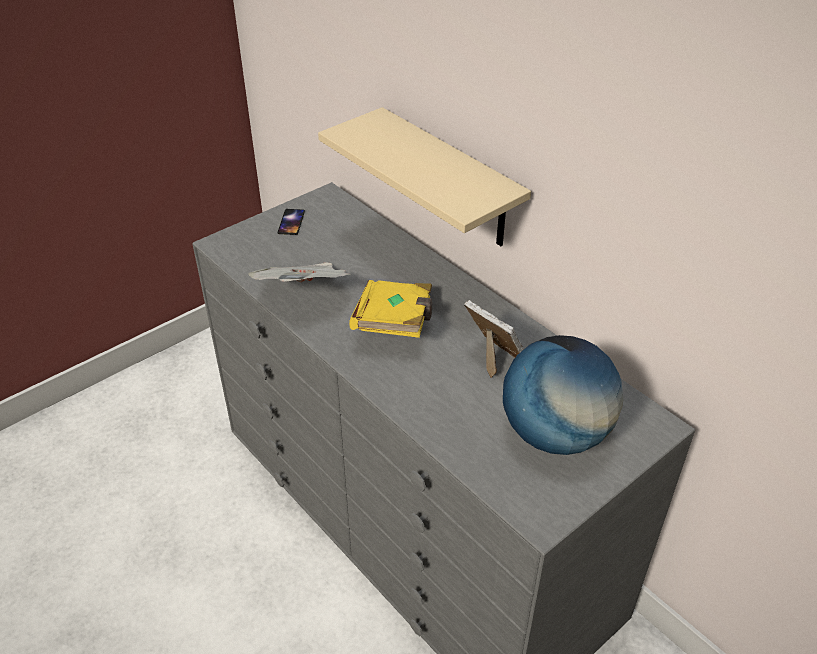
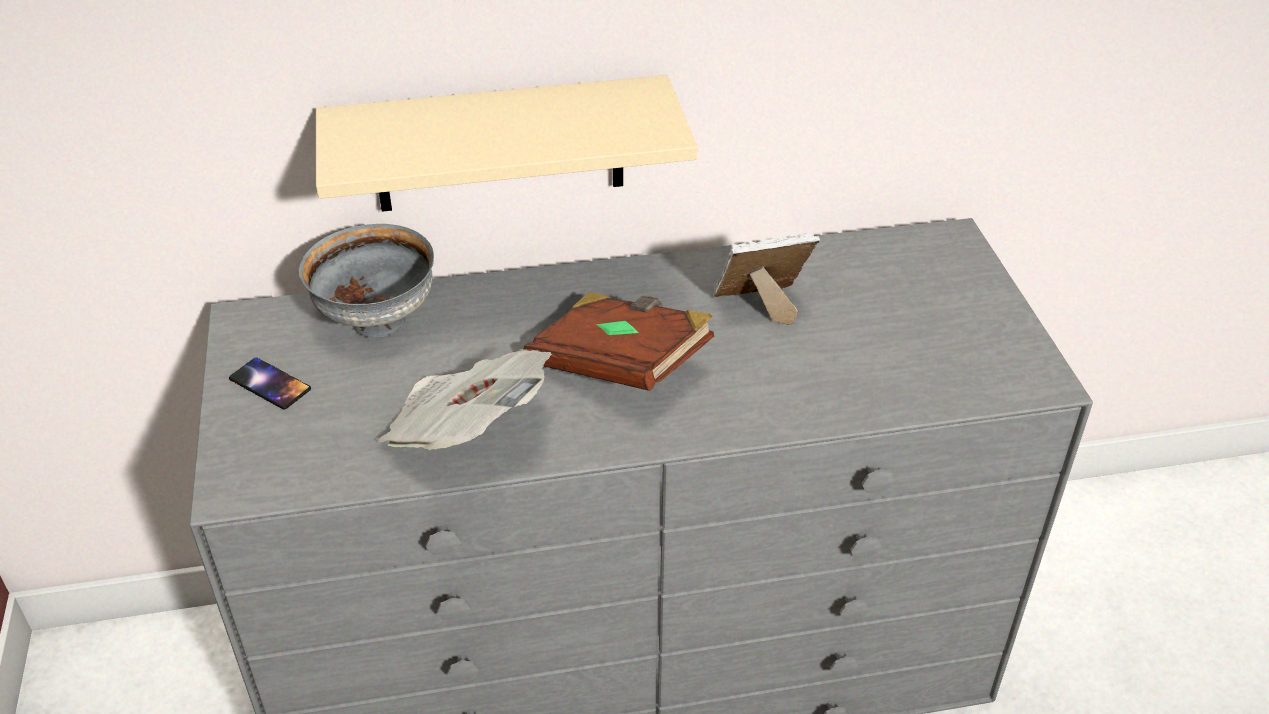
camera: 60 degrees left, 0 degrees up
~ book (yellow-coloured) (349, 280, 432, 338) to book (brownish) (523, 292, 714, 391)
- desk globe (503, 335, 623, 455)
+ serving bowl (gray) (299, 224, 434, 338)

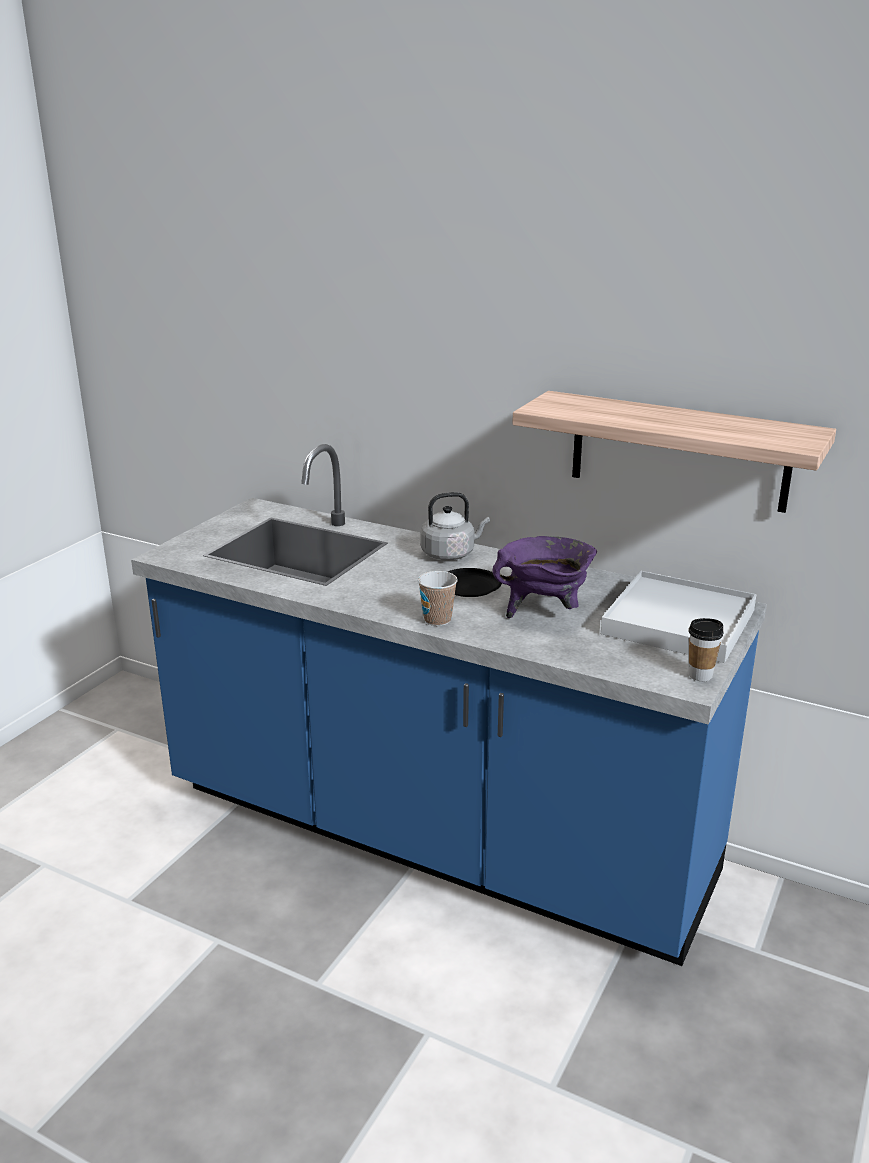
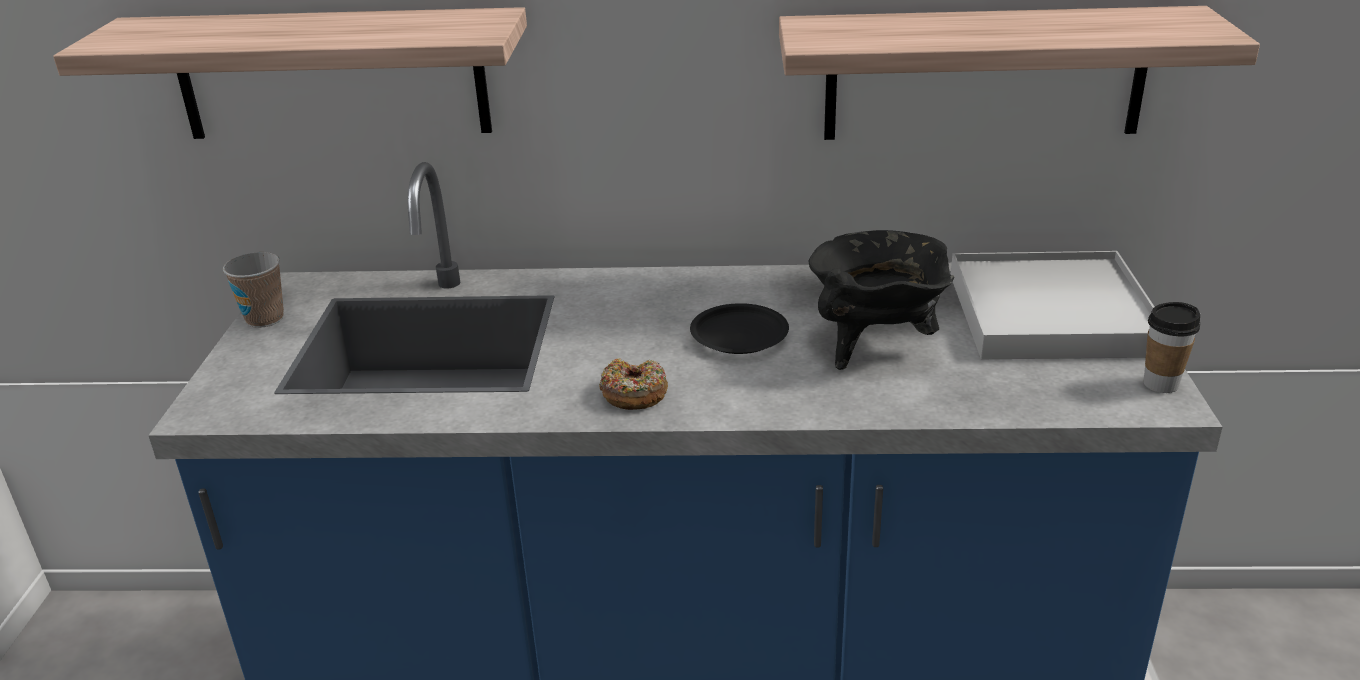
camera: 25 degrees left, 5 degrees up
~ small cup (418, 571, 458, 626) to (223, 252, 284, 328)
- water kettle (gray) (420, 492, 490, 560)
~ cooking pot (purple-coloured) (492, 536, 597, 618) to cooking pot (black) (808, 230, 955, 370)
+ wall shelf (53, 7, 527, 139)
+ doughnut (600, 358, 668, 410)

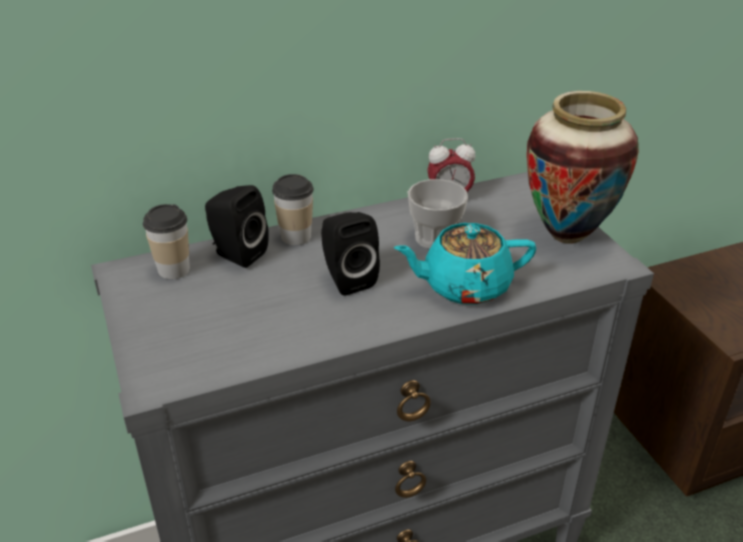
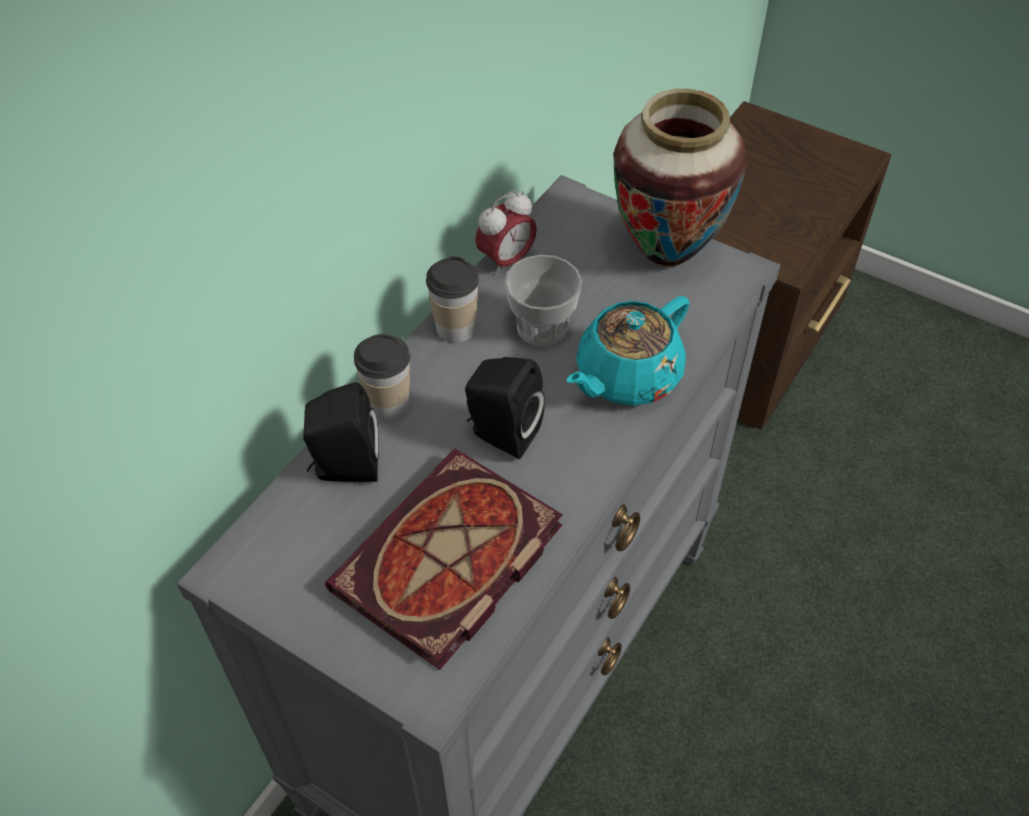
camera: 35 degrees left, 15 degrees up
~ small cup (143, 204, 190, 279) to (426, 256, 479, 343)
+ book (325, 449, 563, 670)

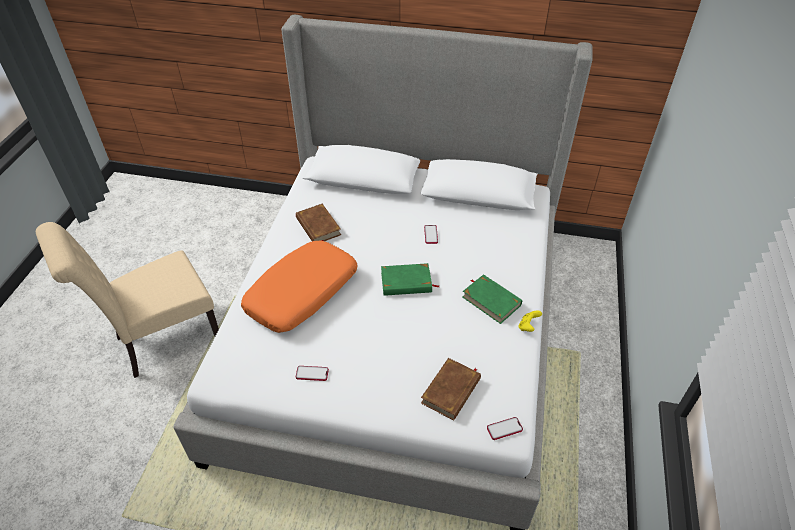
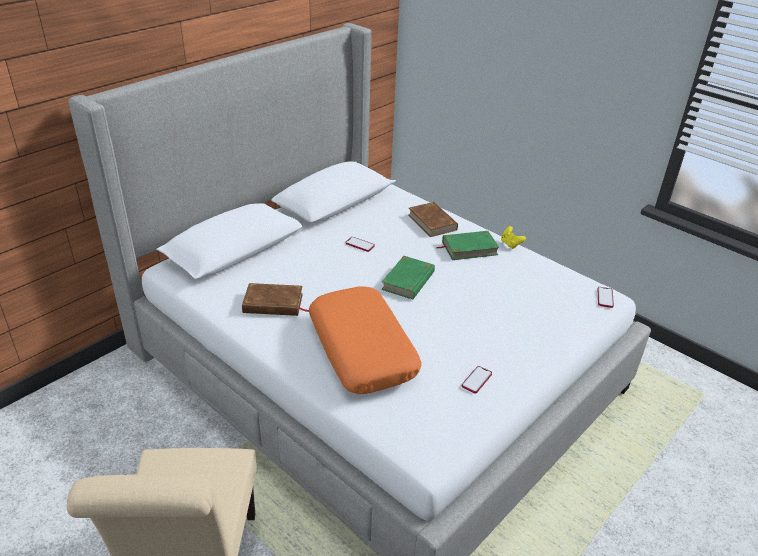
camera: 60 degrees left, 10 degrees down
~ book (brownish) (421, 358, 481, 421) to (408, 202, 458, 237)

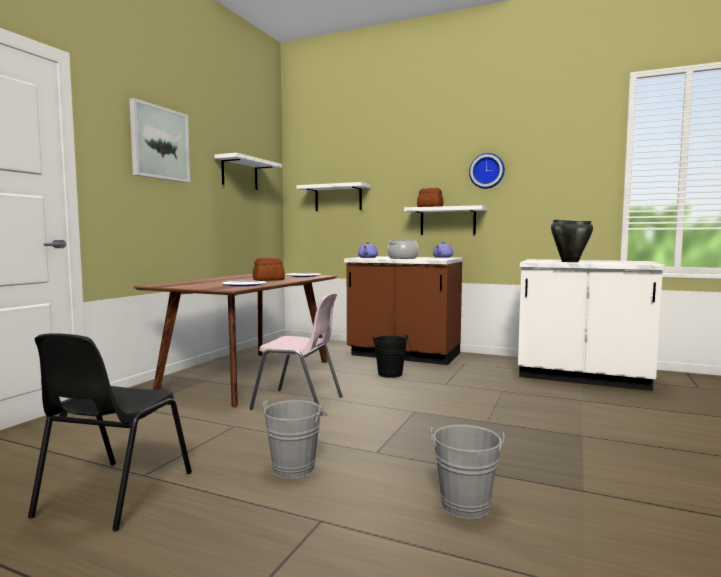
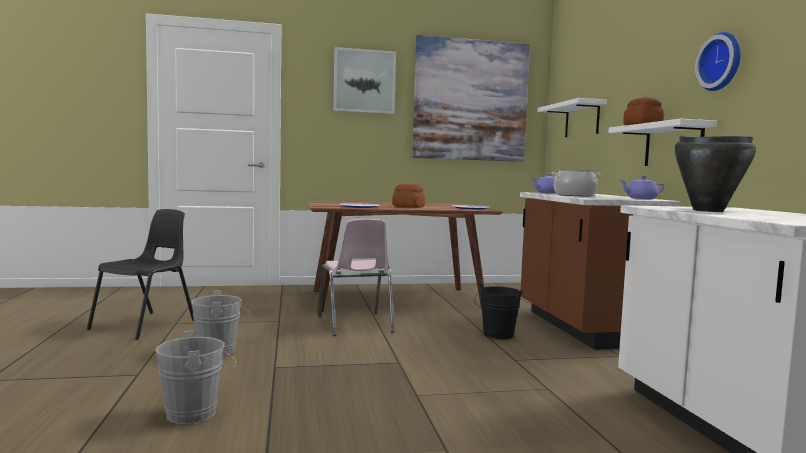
camera: 55 degrees right, 0 degrees up
~ upright chair (black) (28, 333, 192, 531) = (87, 209, 194, 339) 135 degrees clockwise
~ wall shelf (white-coloured) (214, 153, 282, 190) to wall art (412, 35, 530, 162)

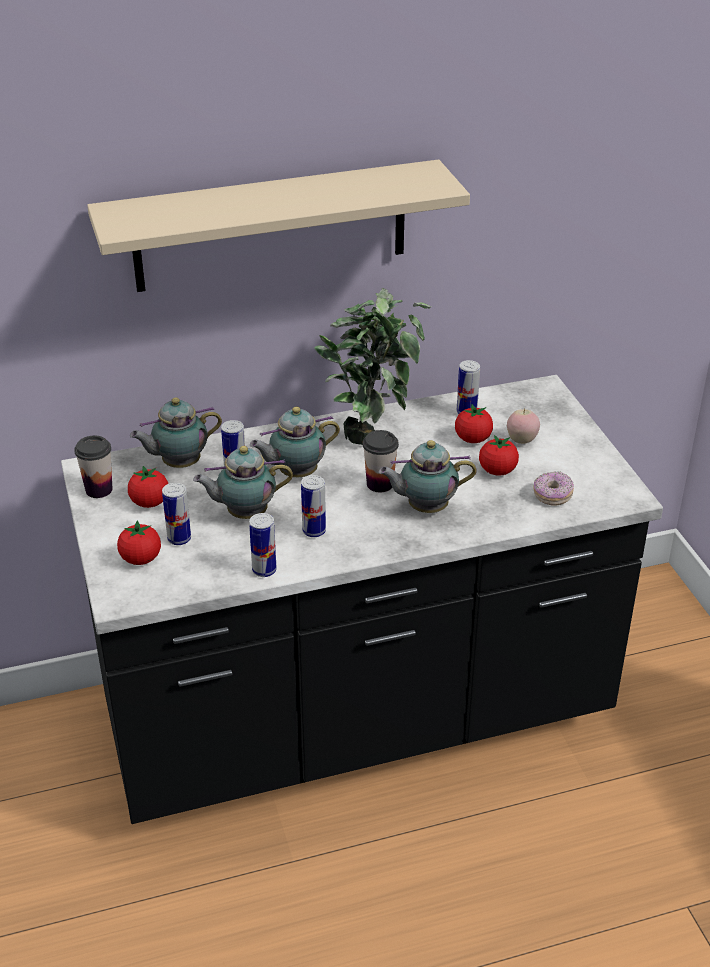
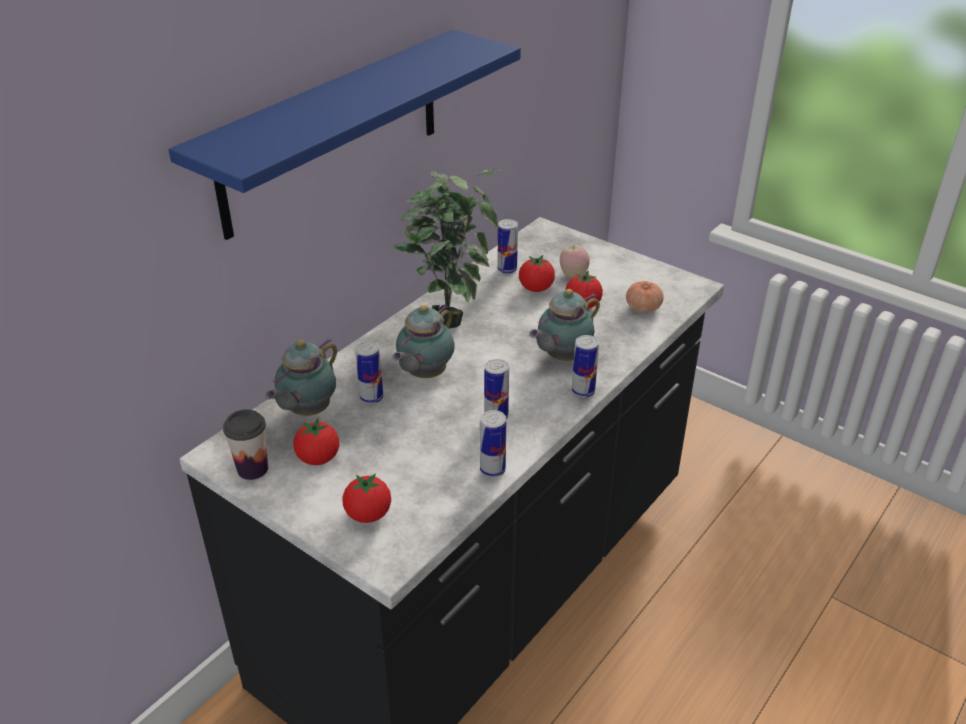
camera: 35 degrees left, 0 degrees up
~ wall shelf (beige-coloured) (87, 159, 470, 292) to wall shelf (blue-coloured) (169, 30, 521, 240)
~ sealed can (162, 483, 191, 545) to (572, 335, 599, 398)
- tea pot (193, 446, 293, 519)
- small cup (363, 430, 399, 492)
~ doughnut (533, 471, 574, 506) to fresh tomato (626, 281, 664, 313)

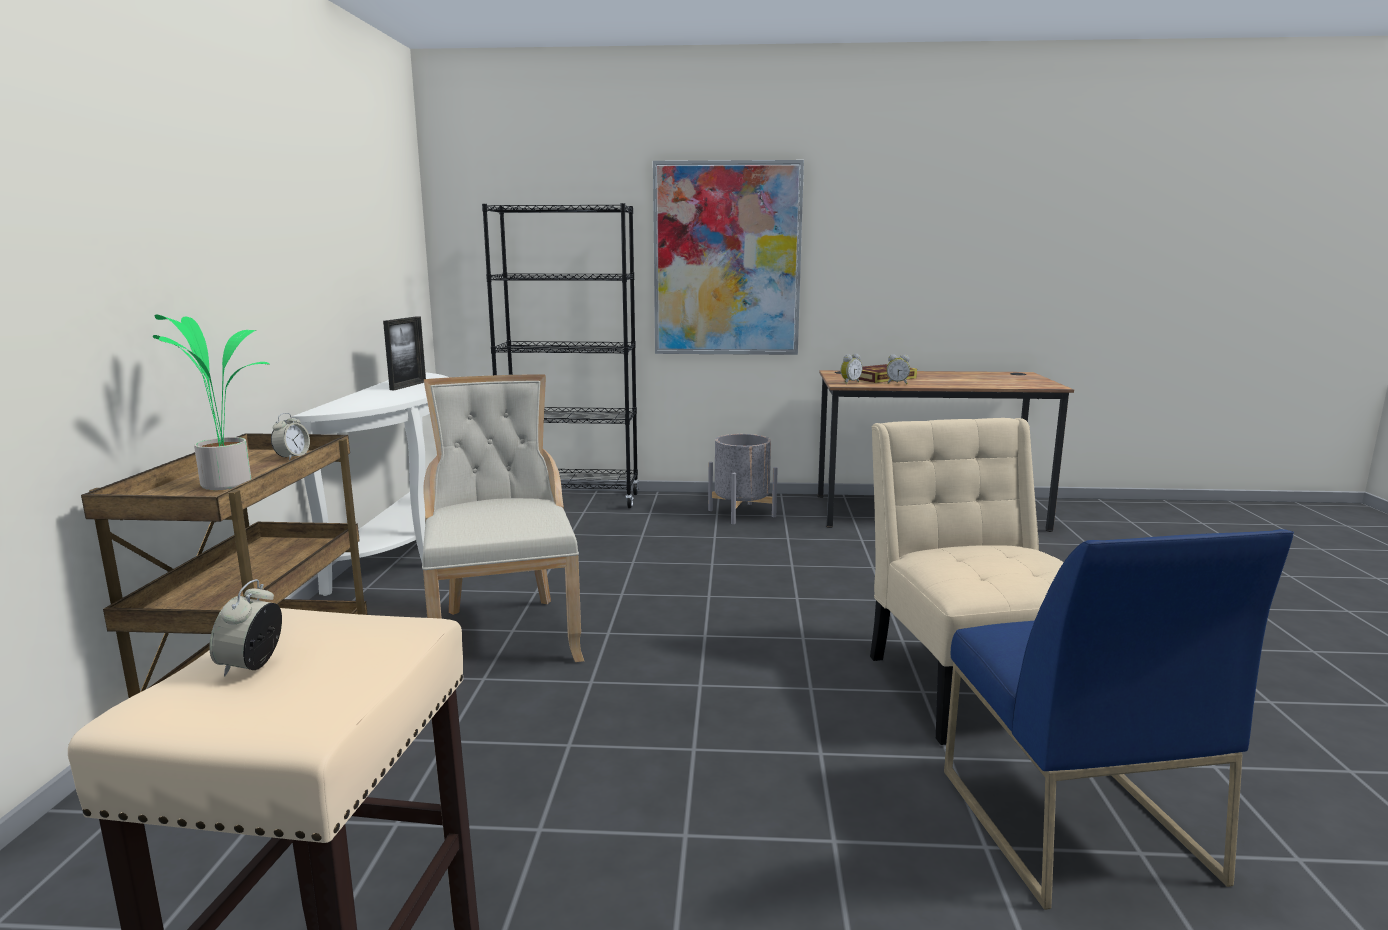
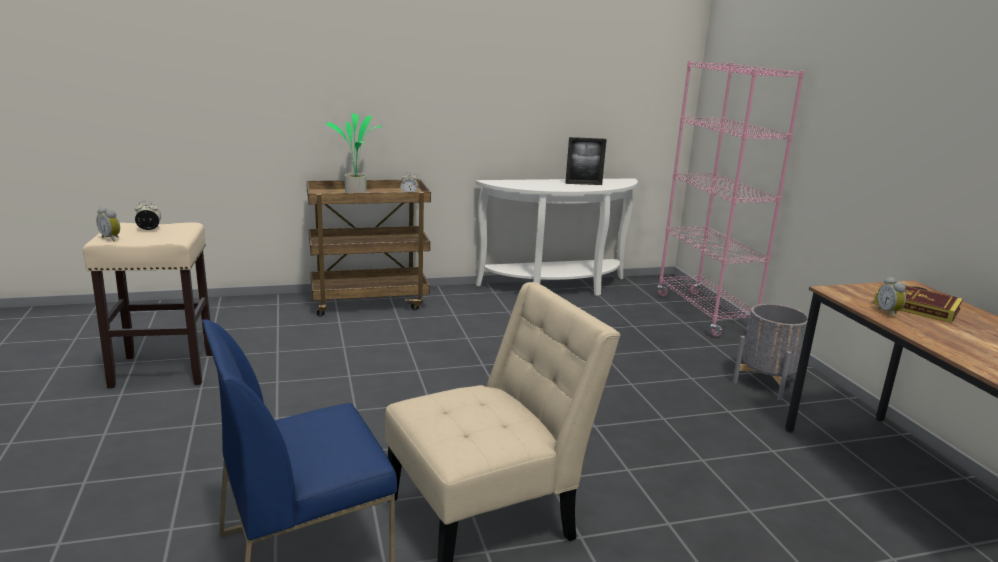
camera: 70 degrees right, 5 degrees up
- upright chair (beige-coloured) (422, 374, 584, 662)
~ shelving unit (black) (482, 203, 639, 508) to shelving unit (pinkish) (657, 61, 804, 337)
- wall art (653, 160, 804, 355)
~ alarm clock (840, 353, 862, 384) to (96, 207, 120, 242)

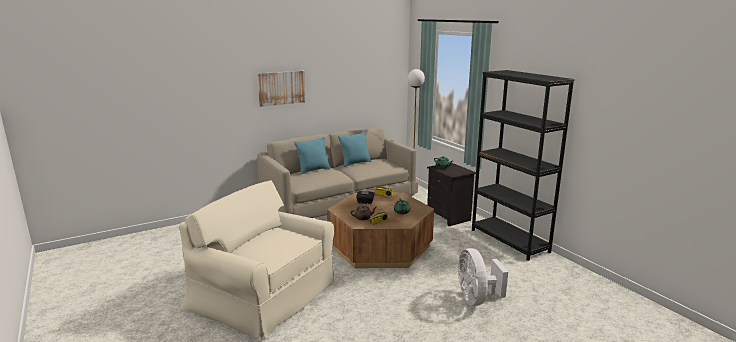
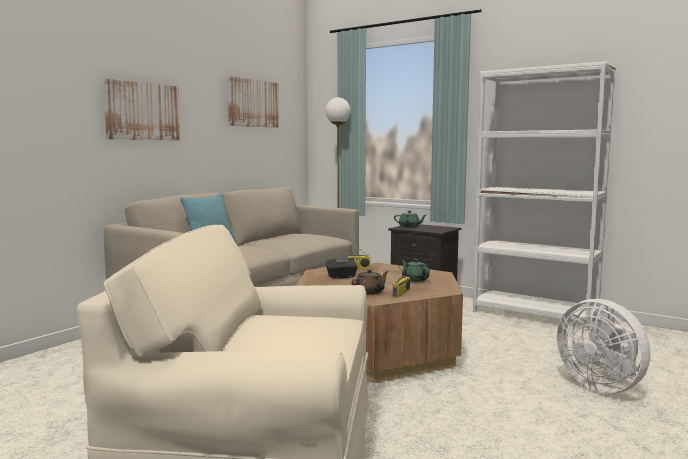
camera: 25 degrees left, 10 degrees down
- pillow (turquoise-coloured) (338, 132, 371, 167)
~ shelving unit (black) (472, 70, 575, 261) to shelving unit (white-coloured) (473, 61, 616, 331)
+ wall art (227, 76, 279, 128)

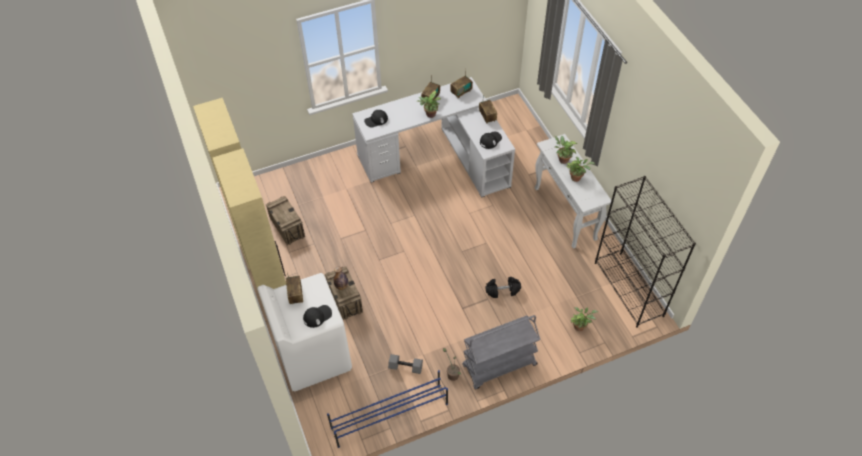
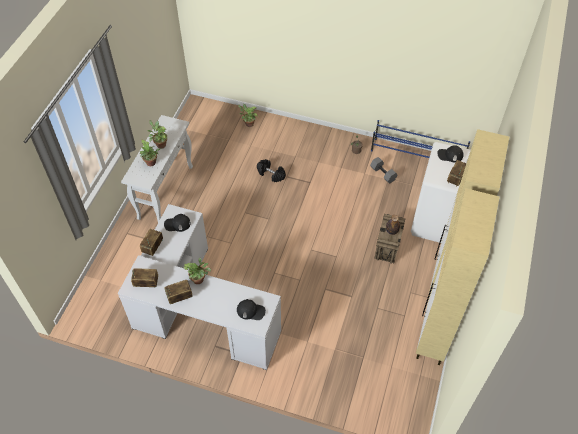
camera: 140 degrees left, 0 degrees up
- packing crate (266, 196, 305, 245)
- trolley (gray) (462, 315, 540, 389)
- shelving unit (black) (595, 176, 696, 328)

